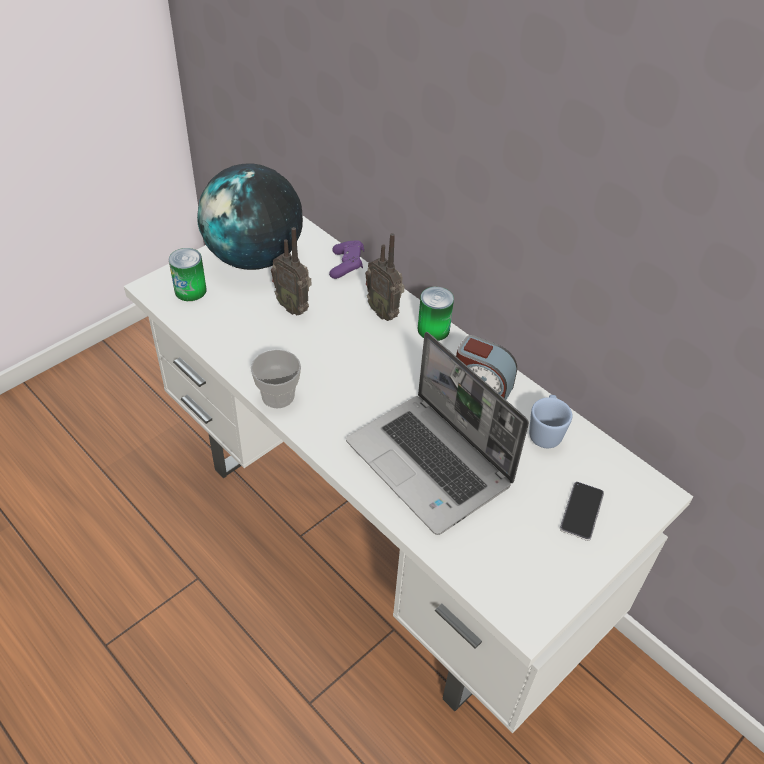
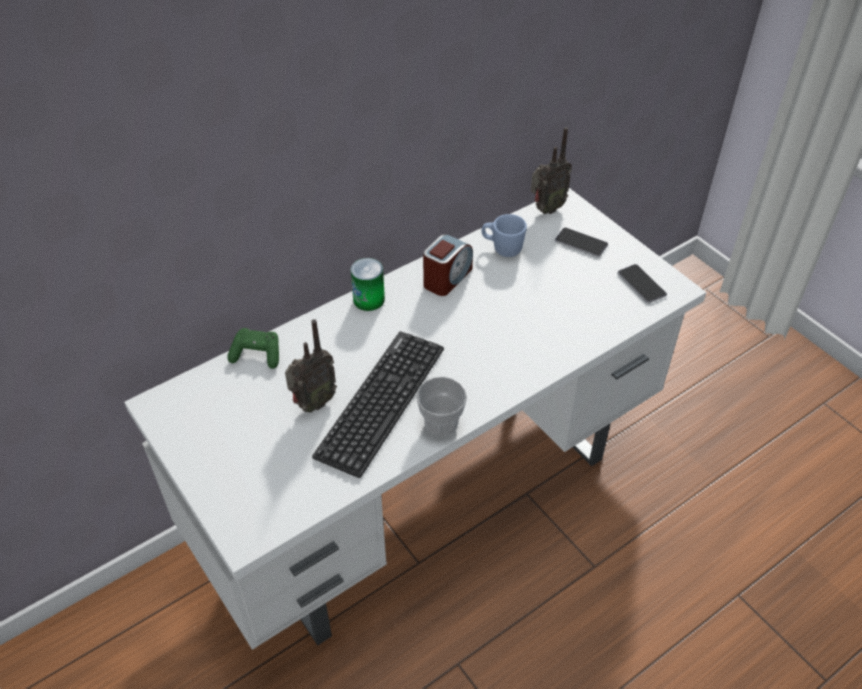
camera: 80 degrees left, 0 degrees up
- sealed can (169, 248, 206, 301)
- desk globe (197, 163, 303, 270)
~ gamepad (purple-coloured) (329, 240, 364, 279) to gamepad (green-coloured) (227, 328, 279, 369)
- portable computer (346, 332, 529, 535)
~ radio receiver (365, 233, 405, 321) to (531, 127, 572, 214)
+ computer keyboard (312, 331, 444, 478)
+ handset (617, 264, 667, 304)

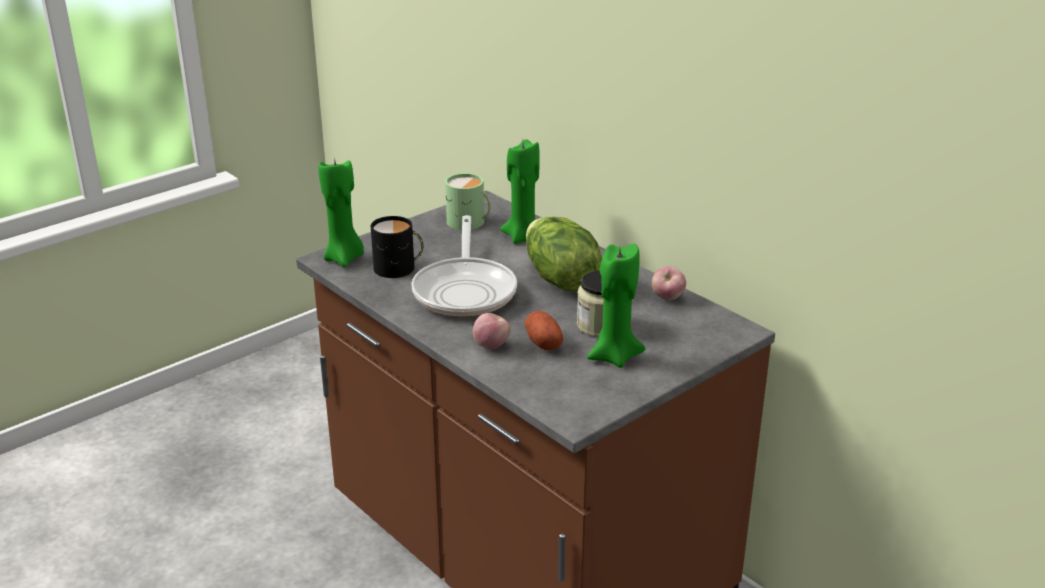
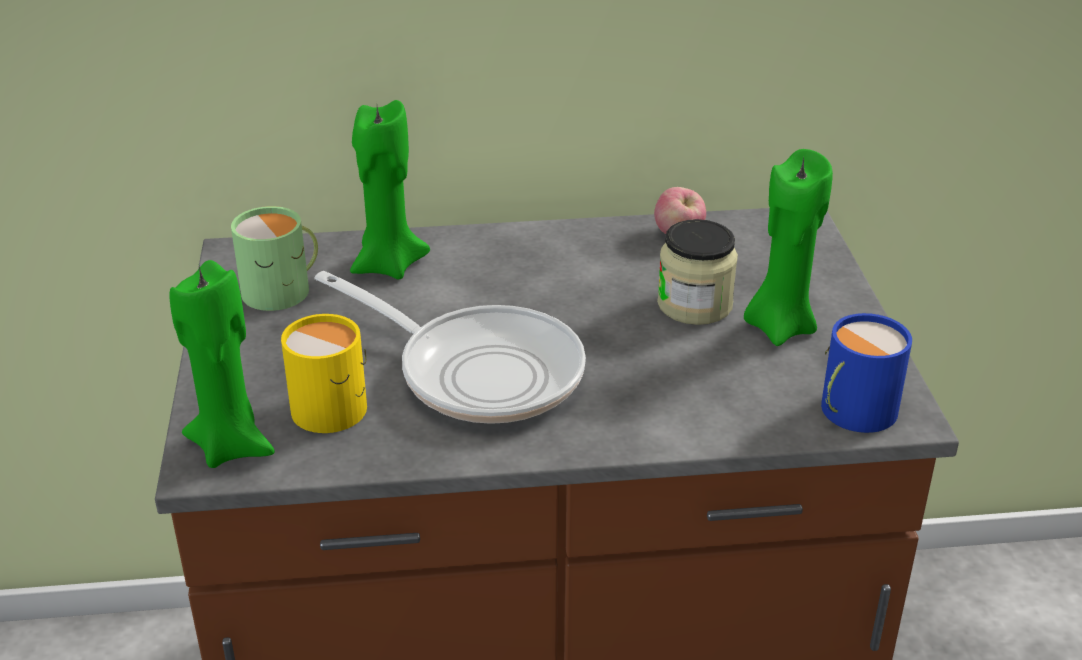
camera: 55 degrees left, 5 degrees up
~ tea mug (black) (371, 216, 423, 278) to tea mug (yellow-coloured) (281, 314, 367, 433)
- apple (473, 313, 511, 350)
- potato (525, 311, 563, 350)
- lettuce (526, 216, 602, 291)
+ tea mug (blue-coloured) (821, 313, 912, 433)

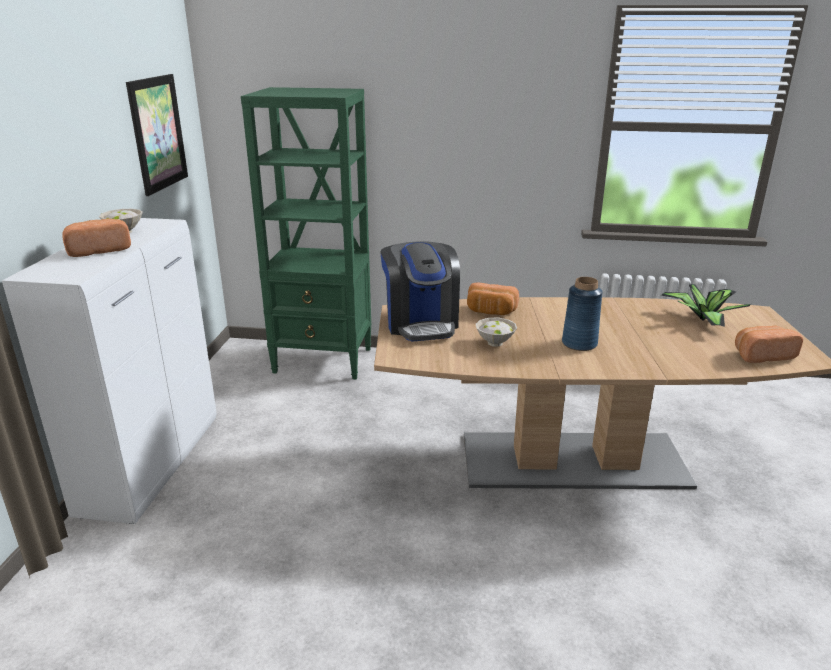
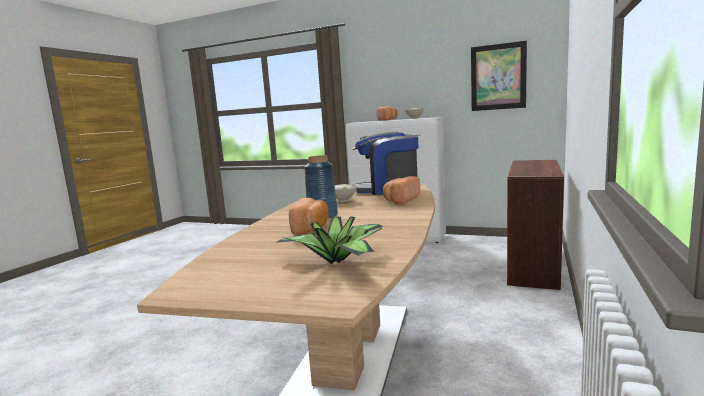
camera: 105 degrees right, 15 degrees down
~ shelving unit (green-coloured) (241, 87, 371, 379) to desk unit (brownish) (507, 160, 564, 290)
~ bakery bread (735, 326, 803, 363) to (289, 198, 329, 235)

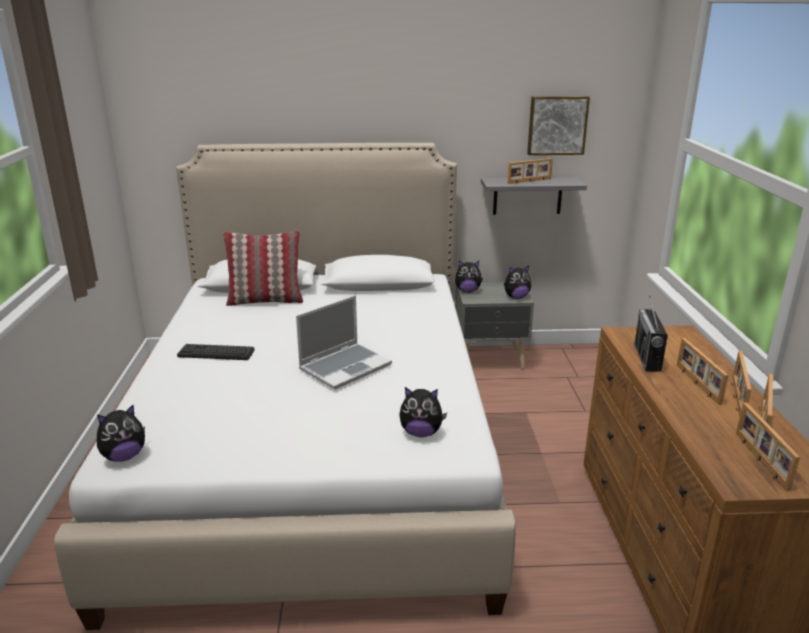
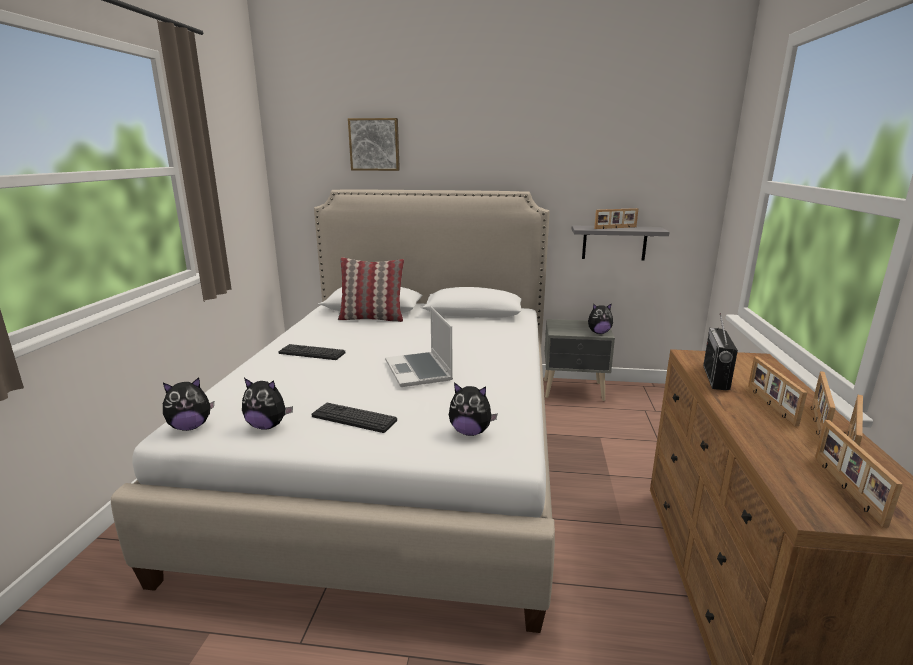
camera: 10 degrees right, 5 degrees down
~ portable computer (296, 295, 392, 389) = (385, 306, 453, 387) 105 degrees clockwise
~ soft toy (455, 261, 483, 293) to (242, 378, 293, 430)
~ wall art (527, 96, 590, 155) to (348, 118, 400, 171)
+ computer keyboard (312, 403, 397, 433)

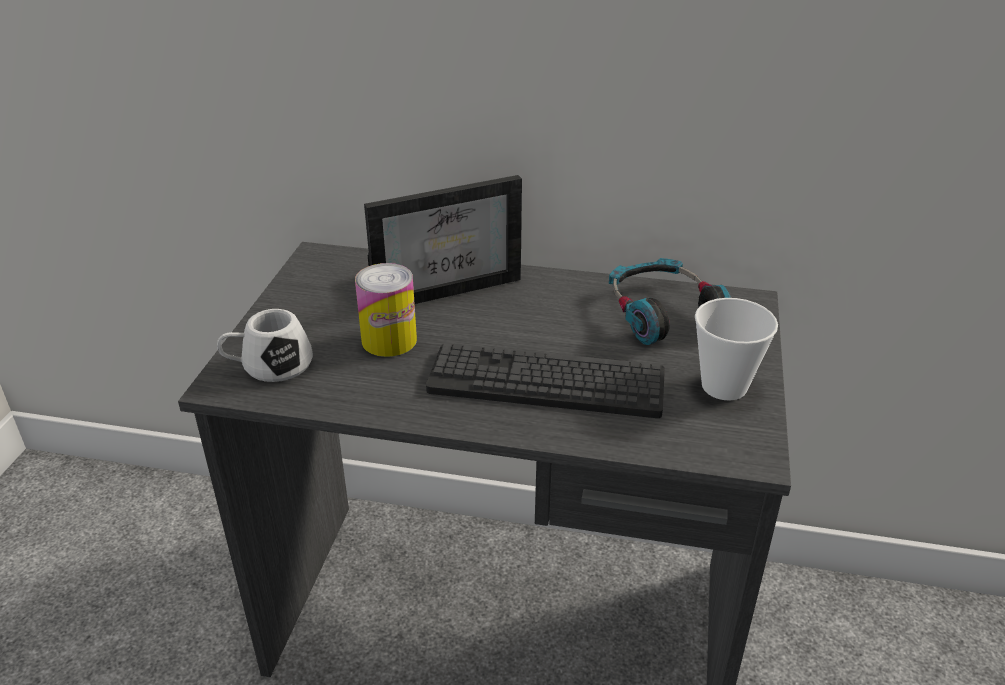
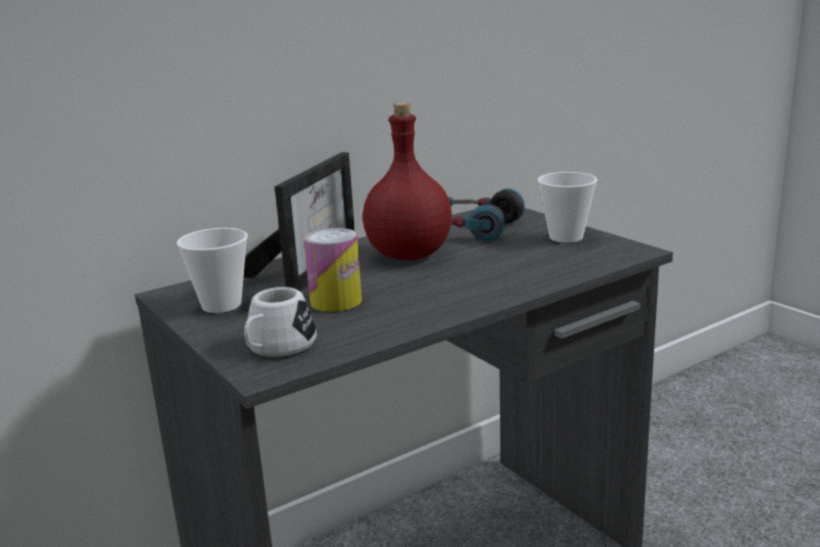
camera: 45 degrees left, 15 degrees down
- computer keyboard (426, 343, 665, 418)
+ small cup (177, 228, 248, 313)
+ bottle (red) (363, 102, 452, 260)

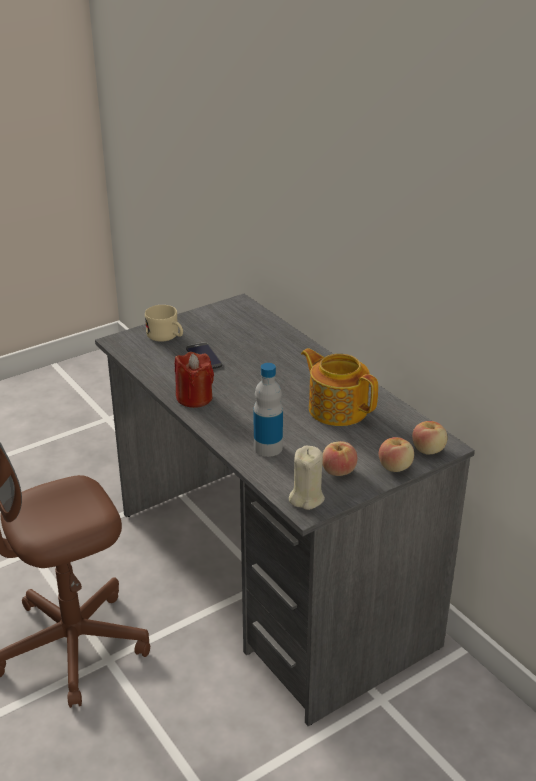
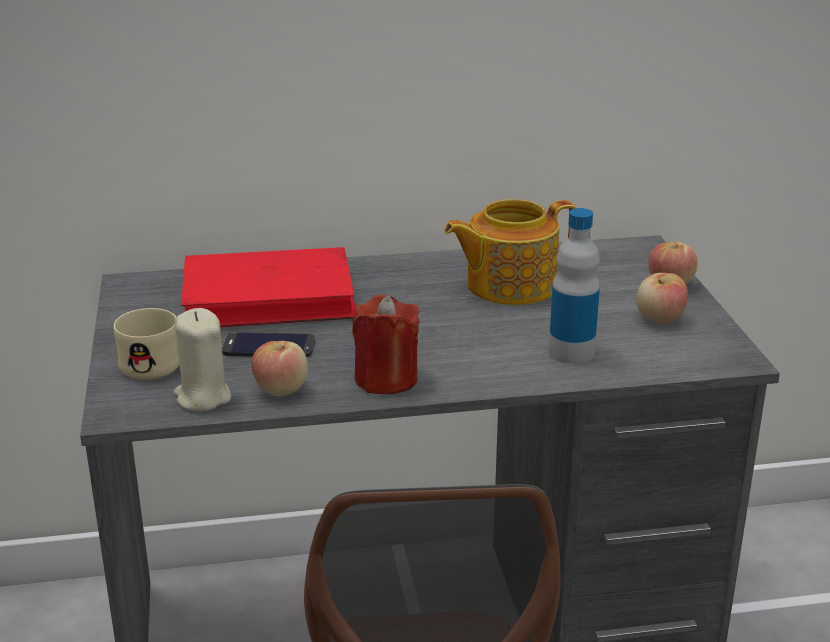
camera: 65 degrees left, 5 degrees down
~ candle (beige-coloured) (289, 445, 325, 510) to (174, 308, 231, 411)
~ apple (412, 421, 447, 455) to (251, 341, 308, 397)
+ book (red) (181, 247, 356, 327)

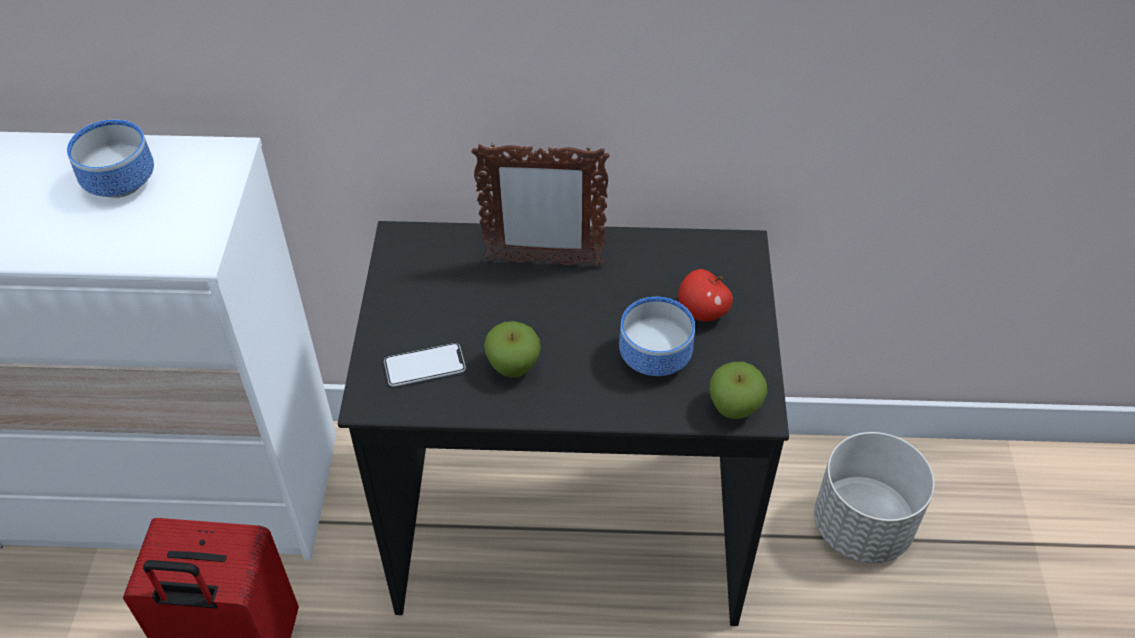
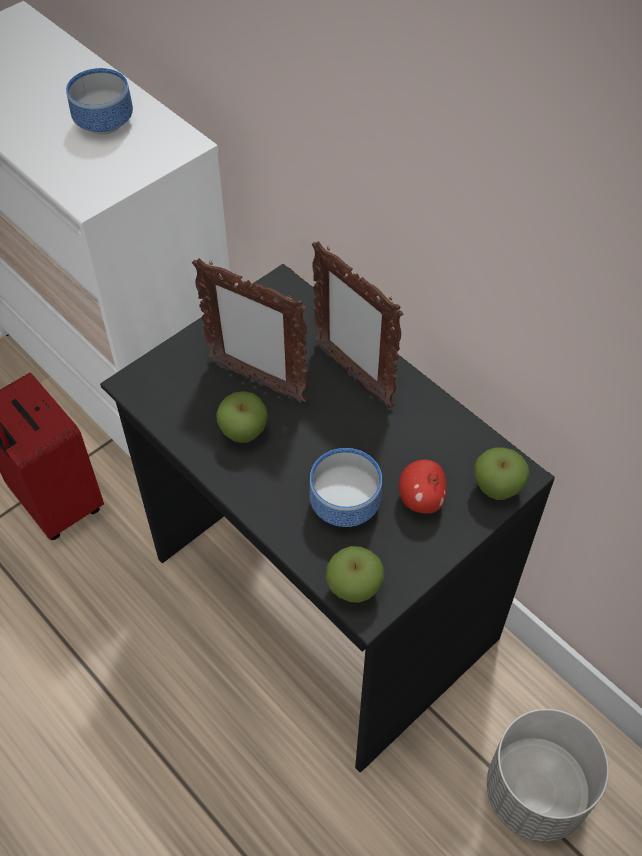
camera: 45 degrees right, 5 degrees up
- handset (384, 343, 466, 387)
+ photo frame (192, 258, 308, 403)
+ apple (474, 448, 530, 500)

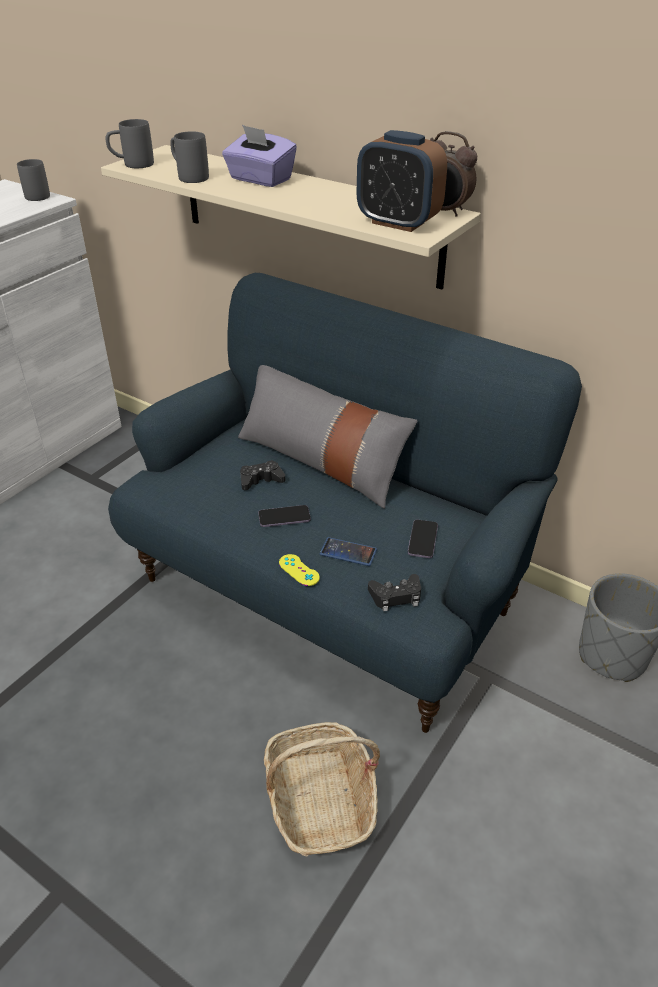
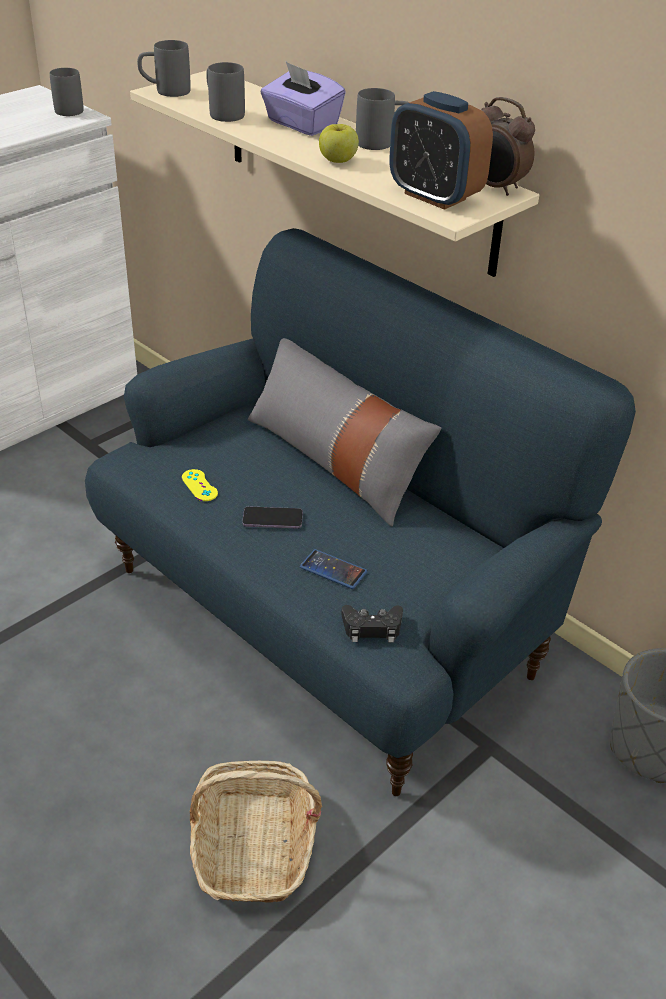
camera: 10 degrees right, 0 degrees up
- gamepad (black) (240, 460, 285, 490)
~ gamepad (yellow-coloured) (279, 554, 320, 586) to (182, 469, 218, 501)
- handset (408, 520, 438, 558)
+ apple (319, 124, 359, 163)
+ tea mug (gray) (356, 88, 409, 150)

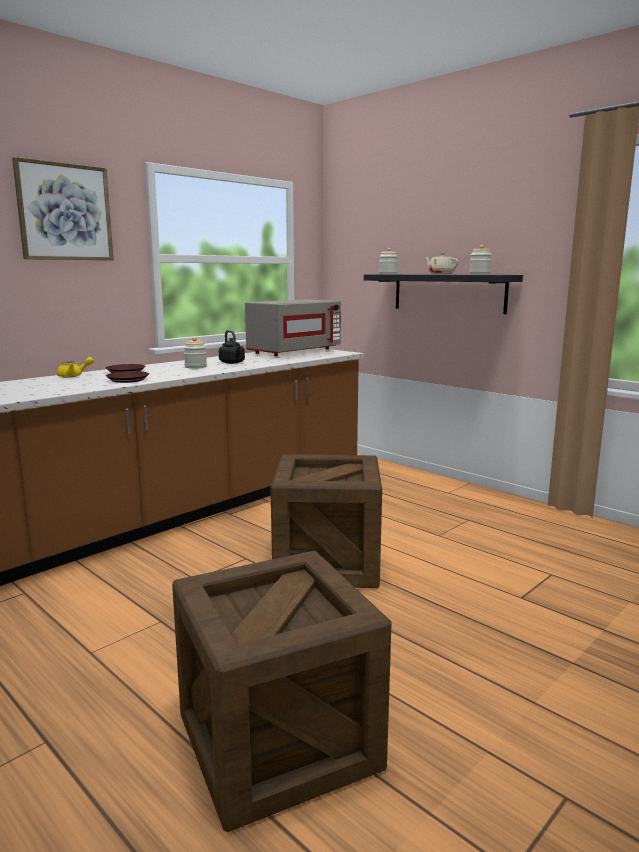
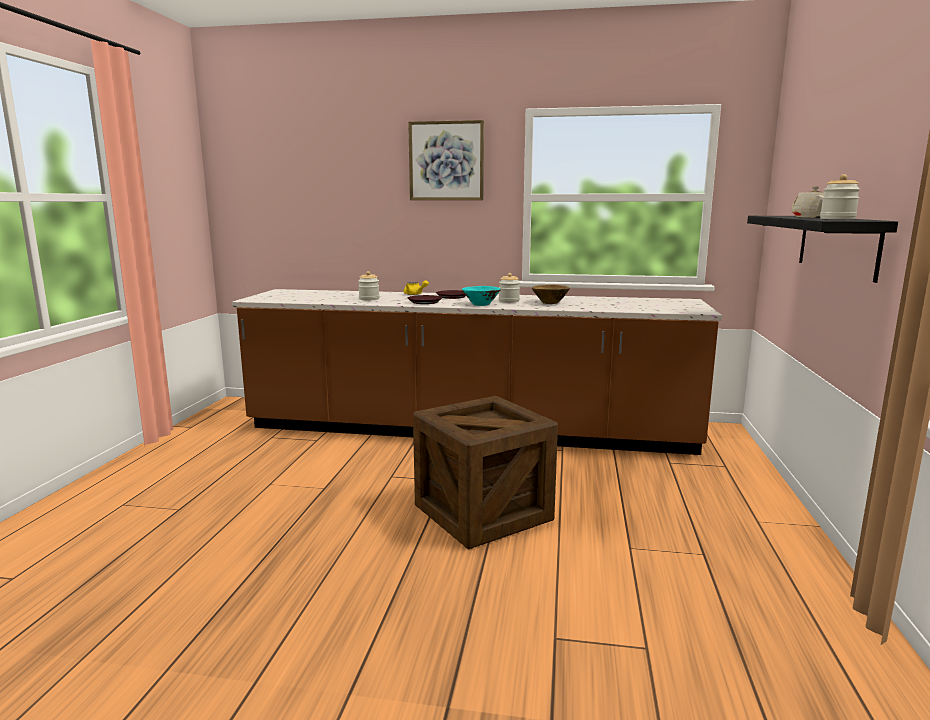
camera: 55 degrees right, 0 degrees up
- packing crate (172, 551, 392, 832)
~ water kettle (black) (219, 330, 245, 364) to serving bowl (brownish) (532, 285, 570, 304)
- kitchen microwave (gray) (245, 300, 341, 356)
~ storage jar (379, 248, 398, 274) to (358, 271, 379, 300)
+ serving bowl (turquoise-coloured) (462, 286, 501, 306)

